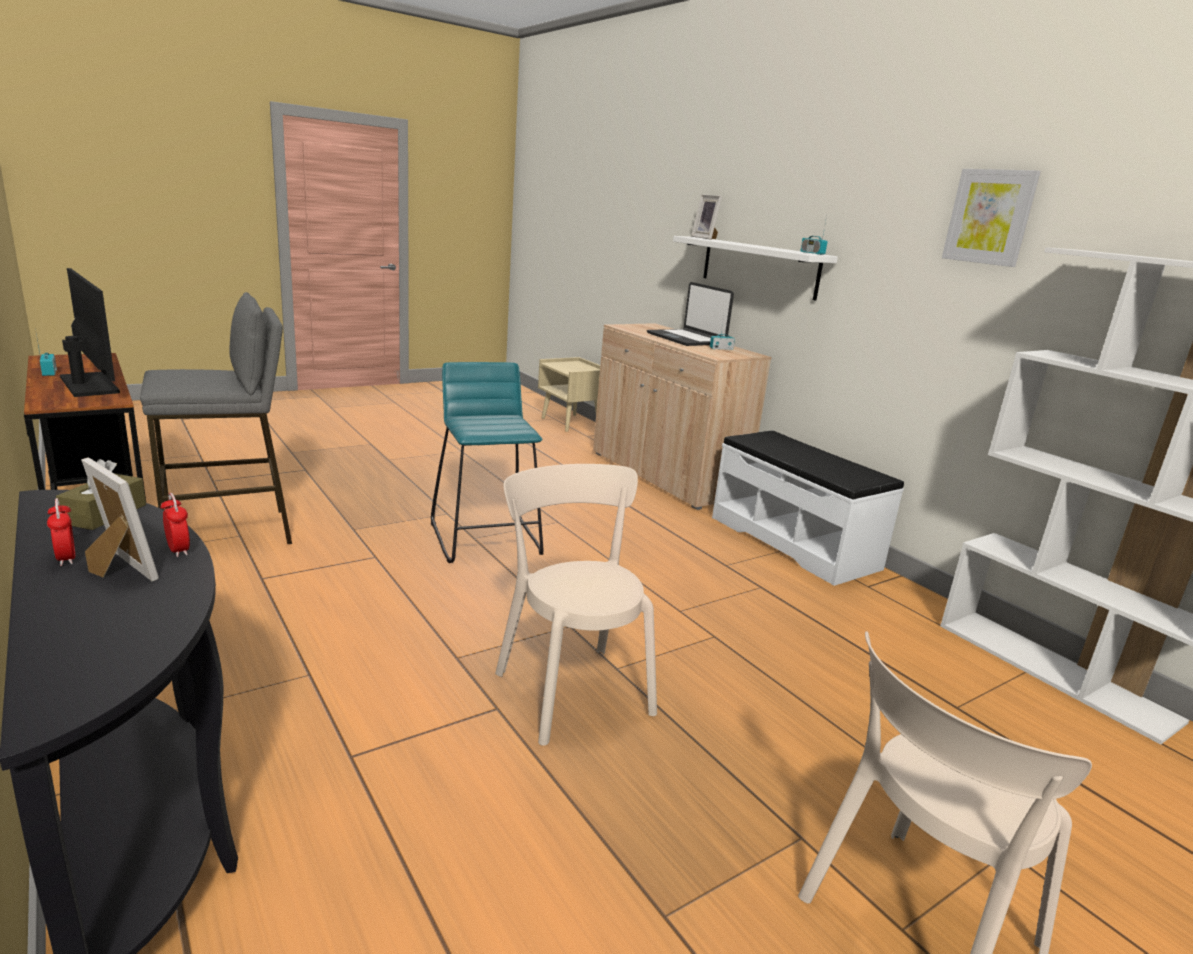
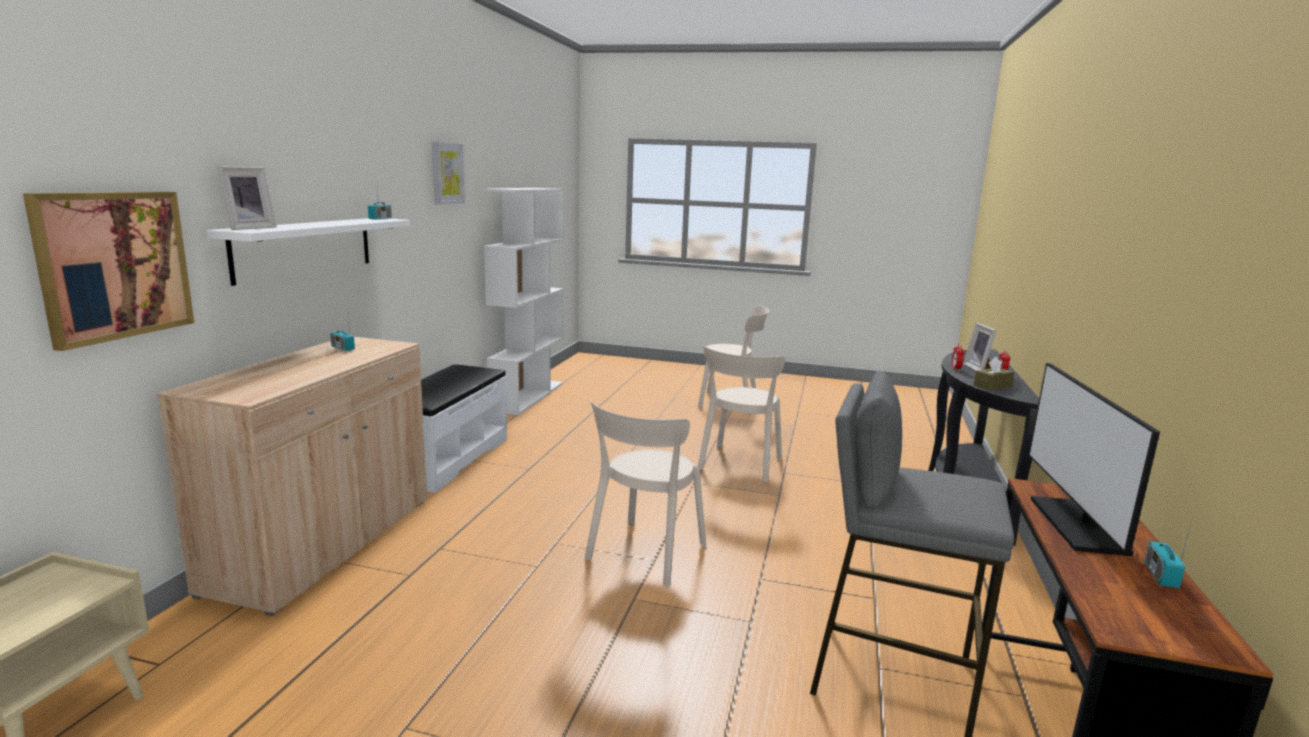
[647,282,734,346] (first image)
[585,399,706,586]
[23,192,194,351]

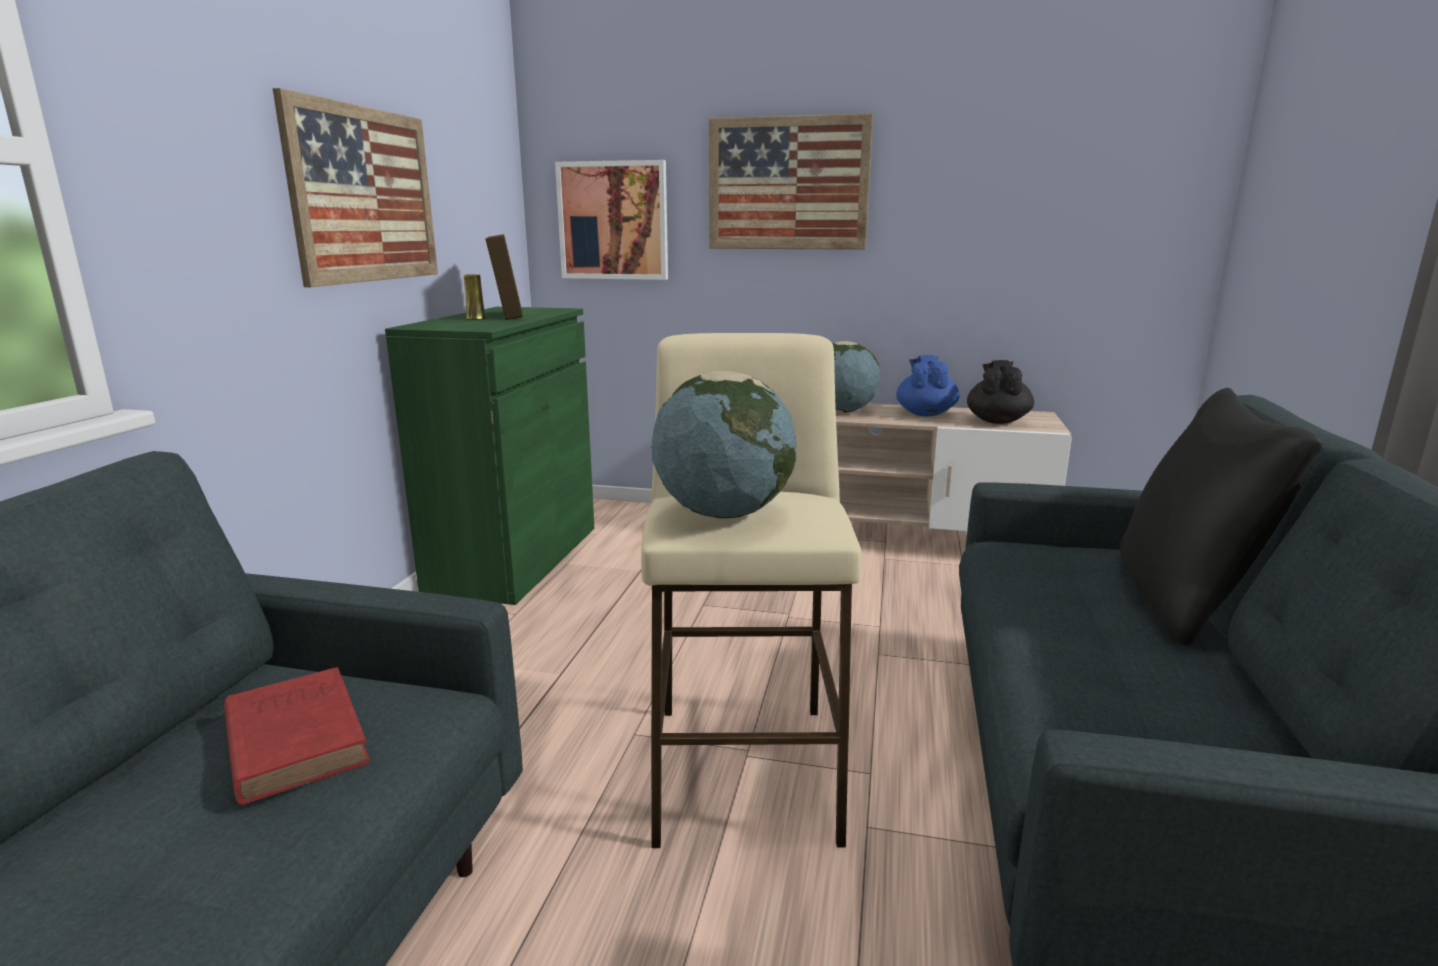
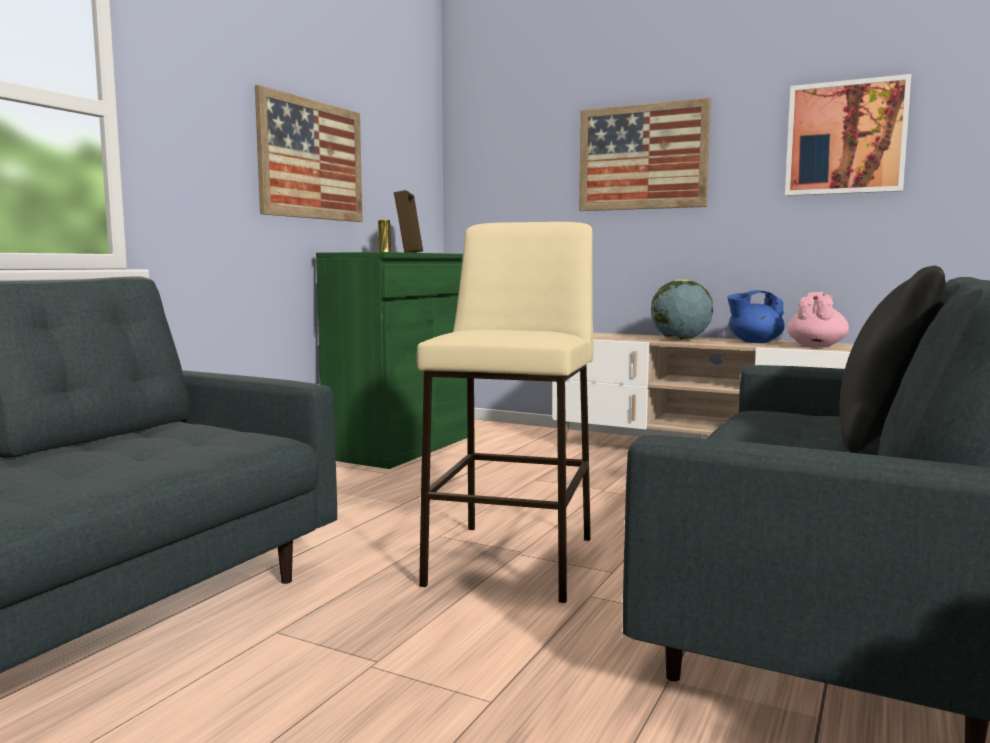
[785,74,911,196]
[727,290,785,343]
[788,292,849,348]
[651,371,797,519] (first image)
[224,667,370,805] (first image)

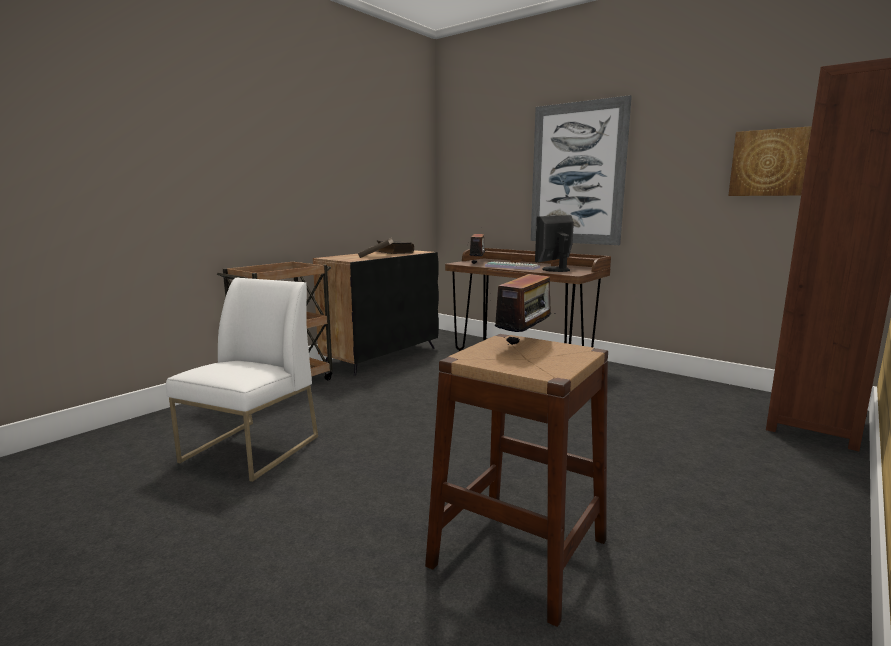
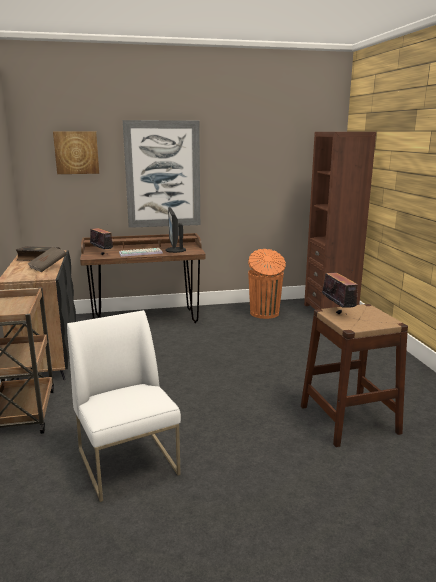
[53,132,99,174]
[248,249,286,319]

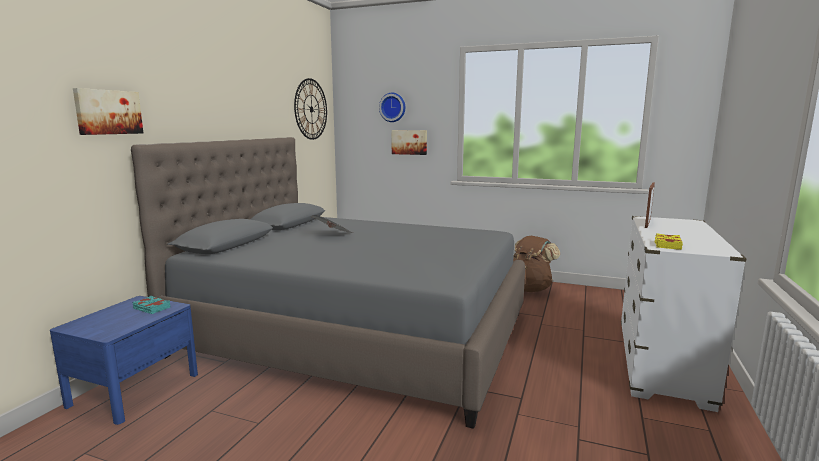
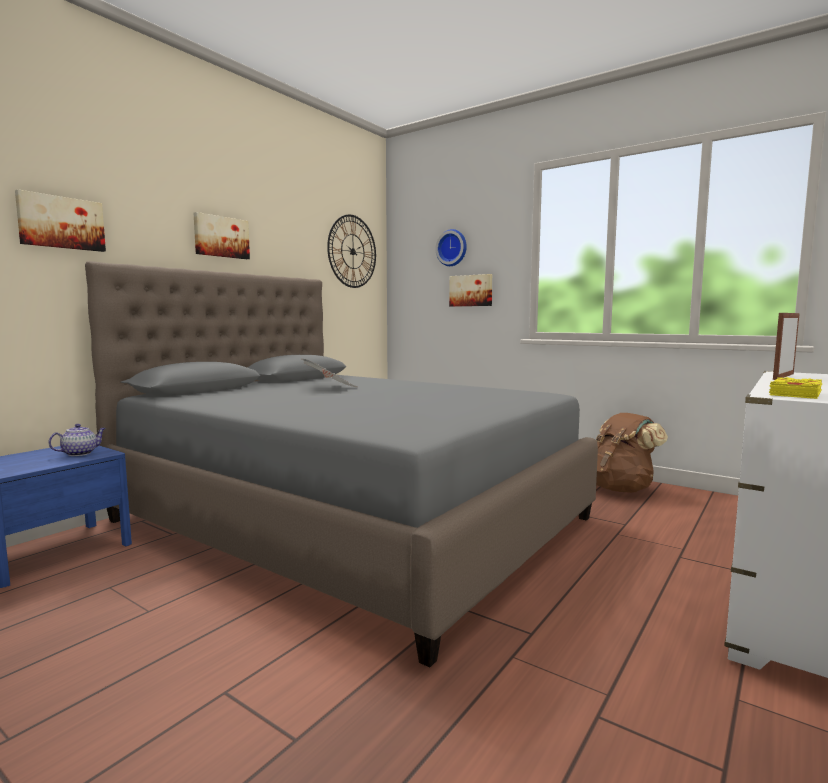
[48,424,106,456]
[194,212,250,259]

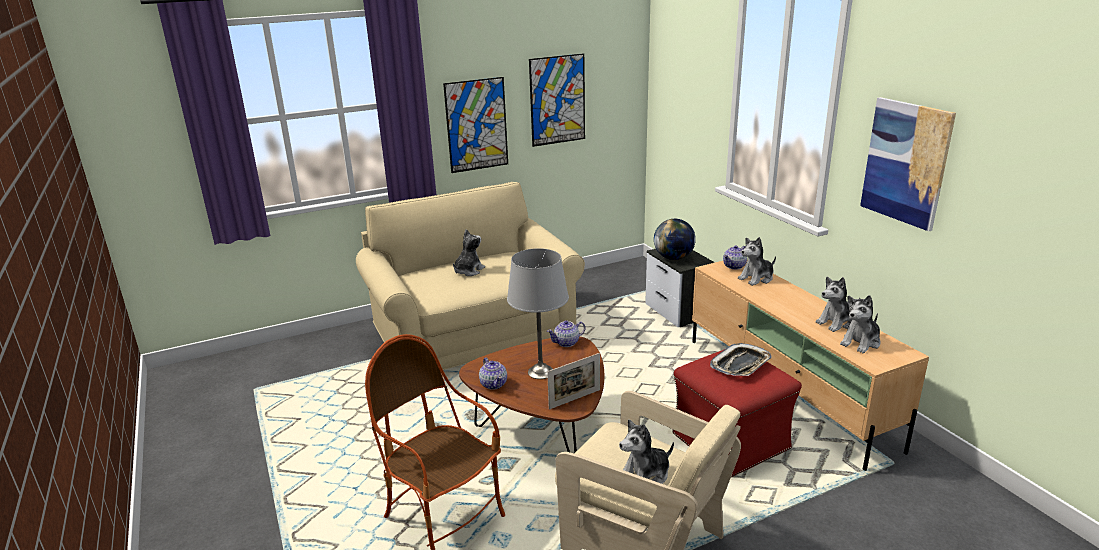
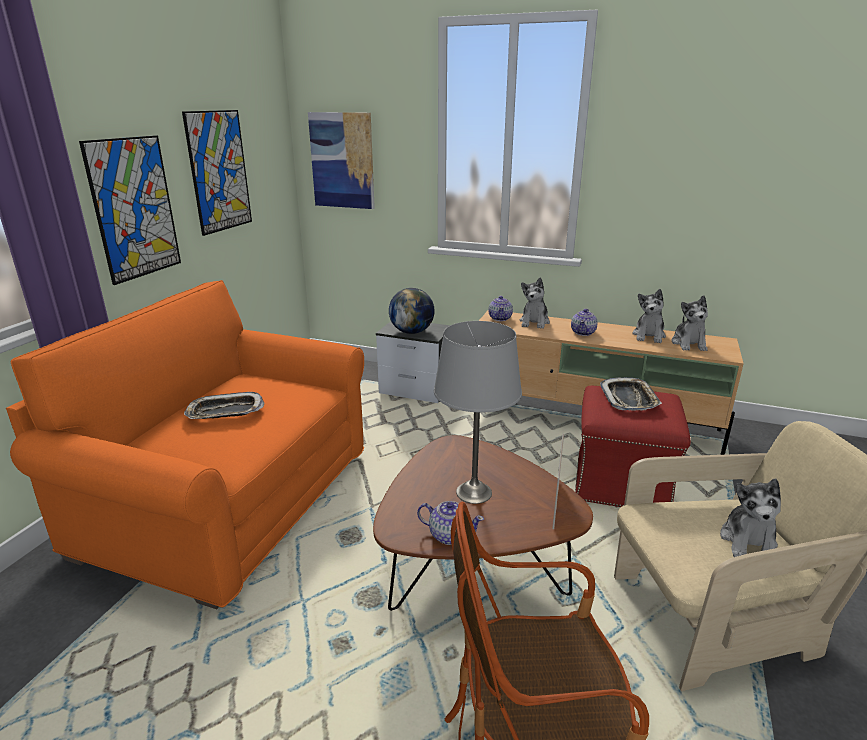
[308,112,375,209]
[6,280,364,609]
[184,392,265,419]
[571,309,597,336]

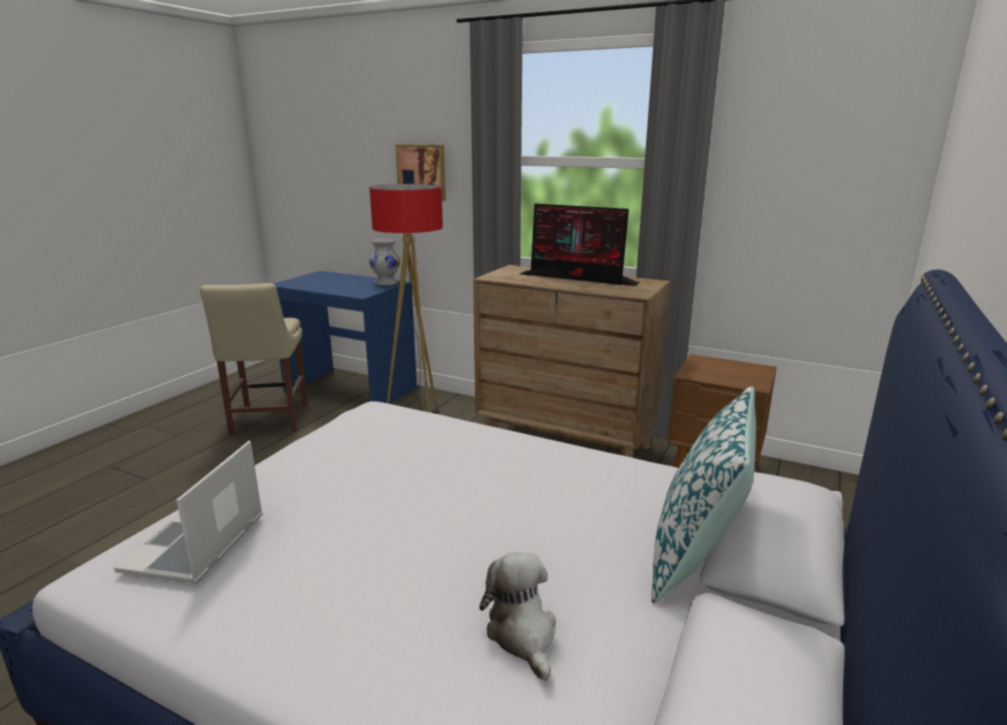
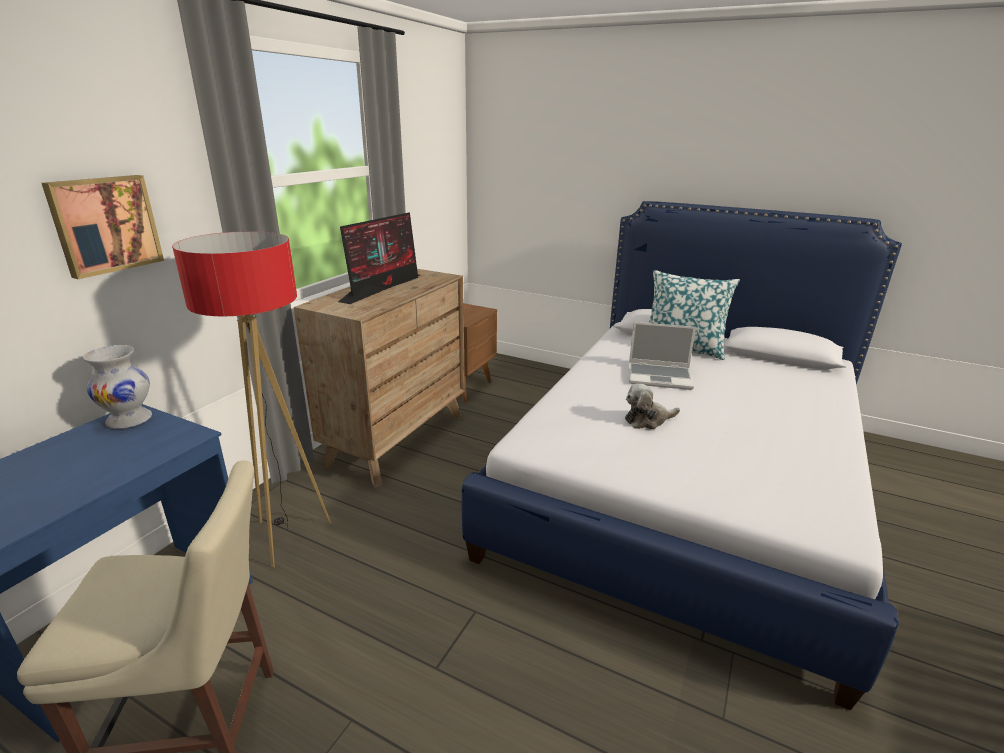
[629,322,696,390]
[625,384,680,429]

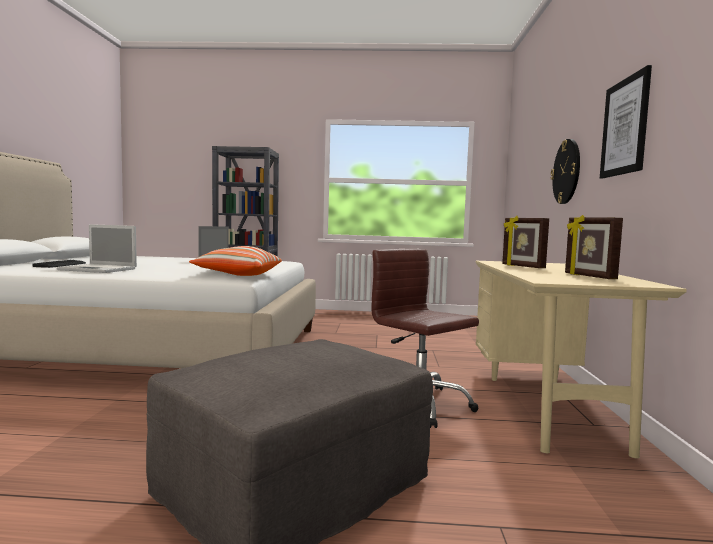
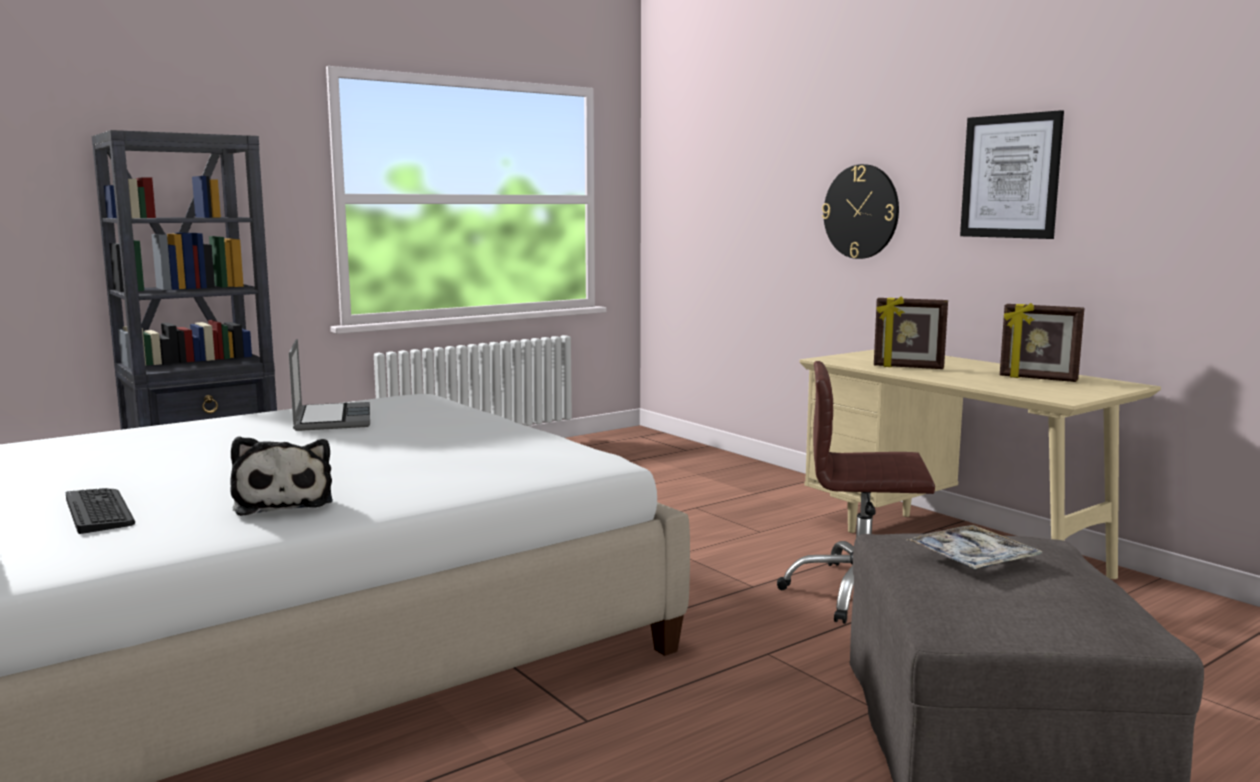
[230,436,333,516]
[189,246,282,276] (first image)
[907,525,1043,569]

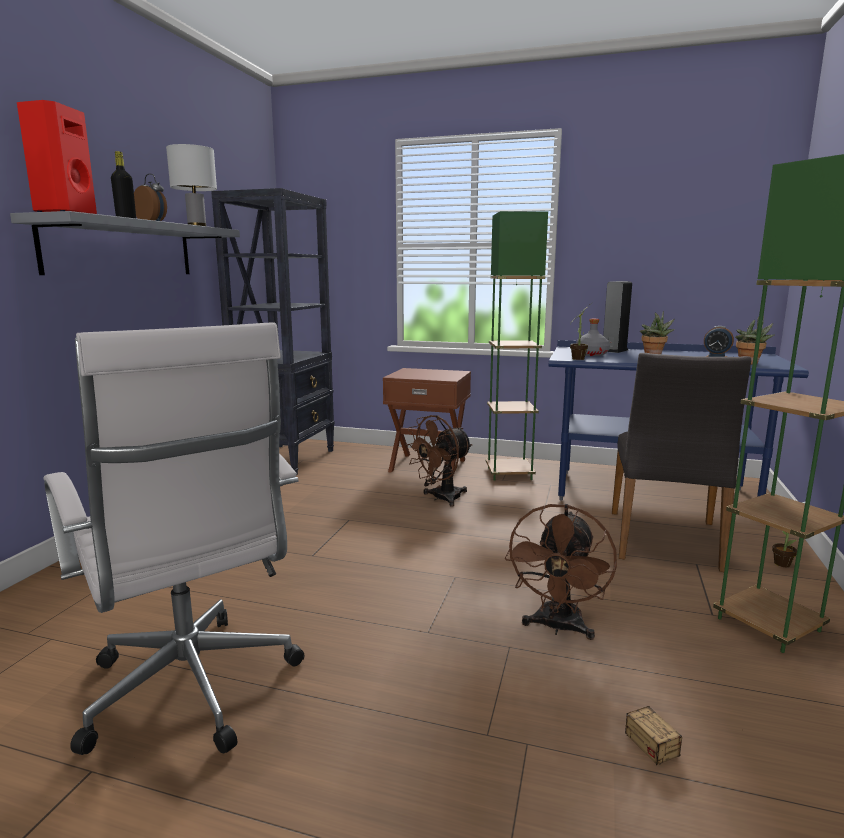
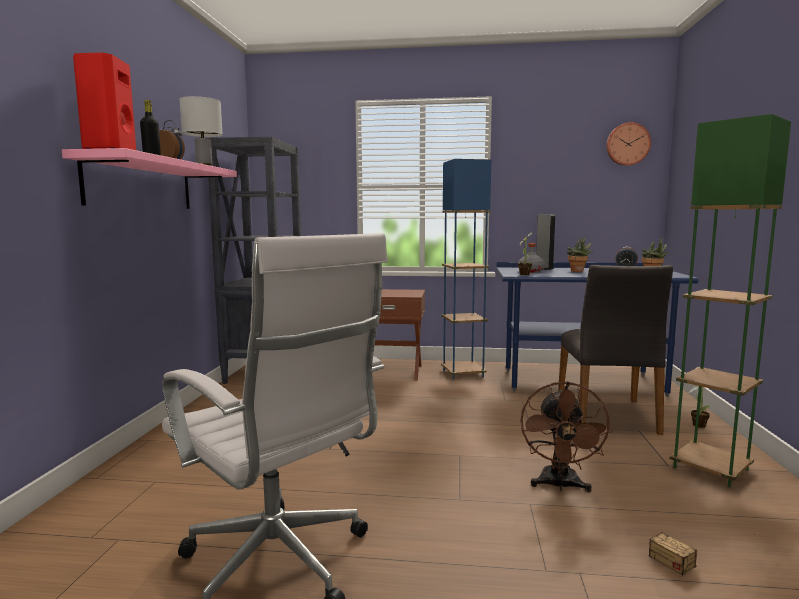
[62,148,237,209]
[441,159,491,380]
[405,415,473,507] (first image)
[606,122,651,166]

